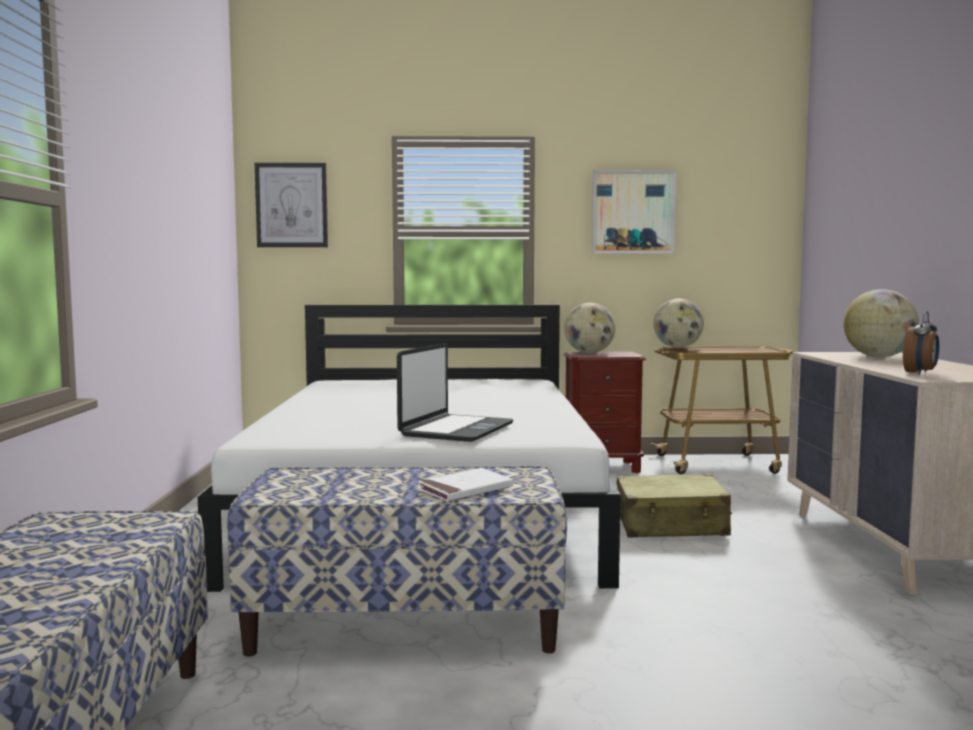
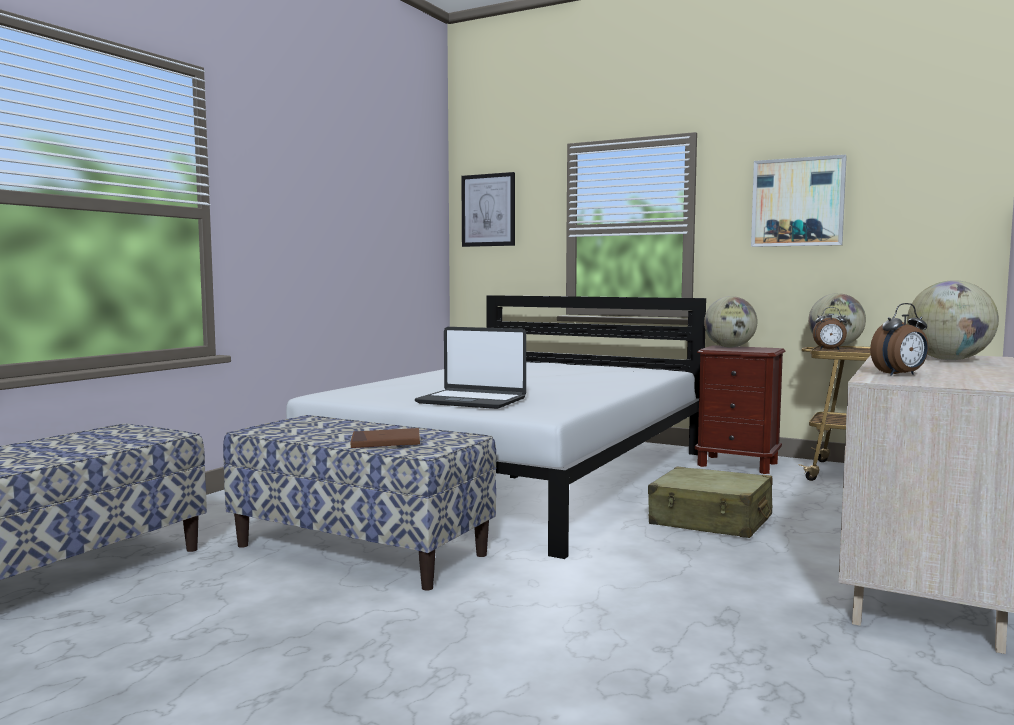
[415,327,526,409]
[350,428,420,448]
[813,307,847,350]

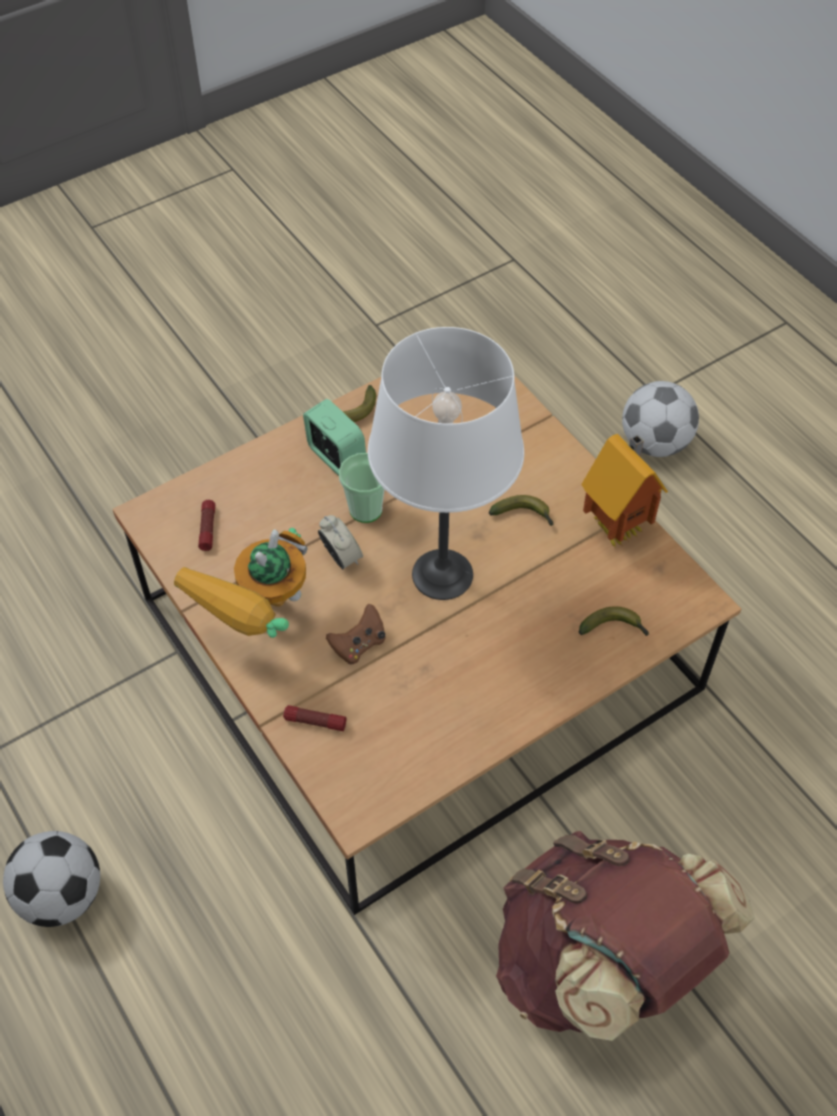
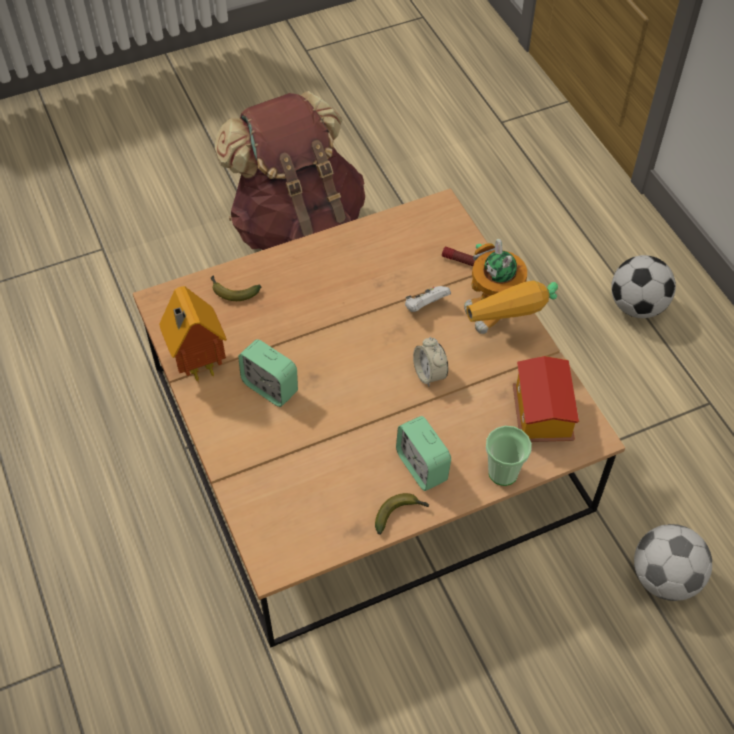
[368,327,524,600] (first image)
[634,524,712,601]
[486,426,532,486]
[238,339,298,407]
[513,356,579,442]
[464,239,558,334]
[405,286,451,312]

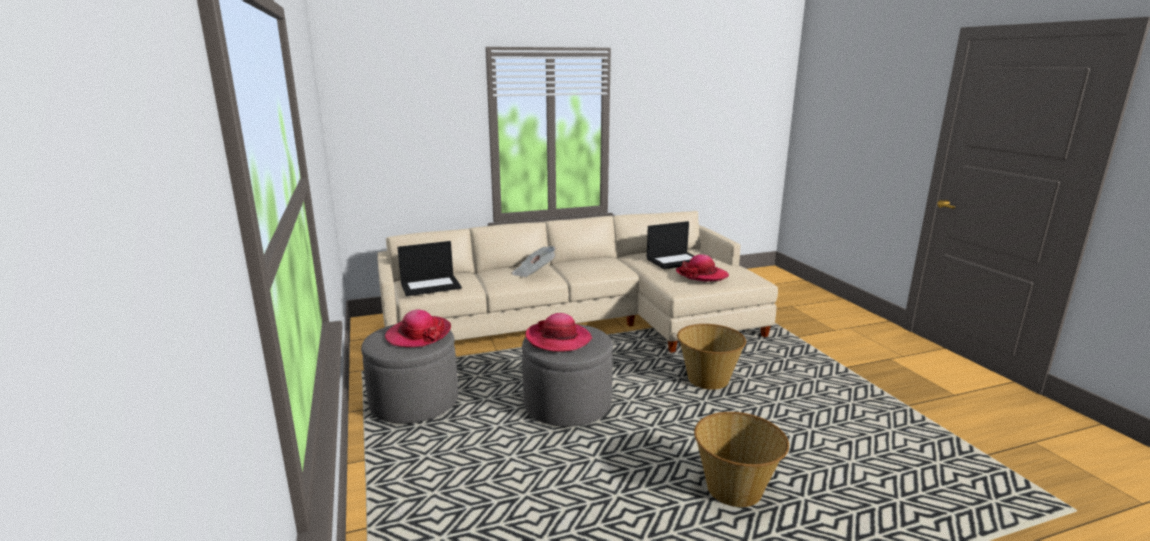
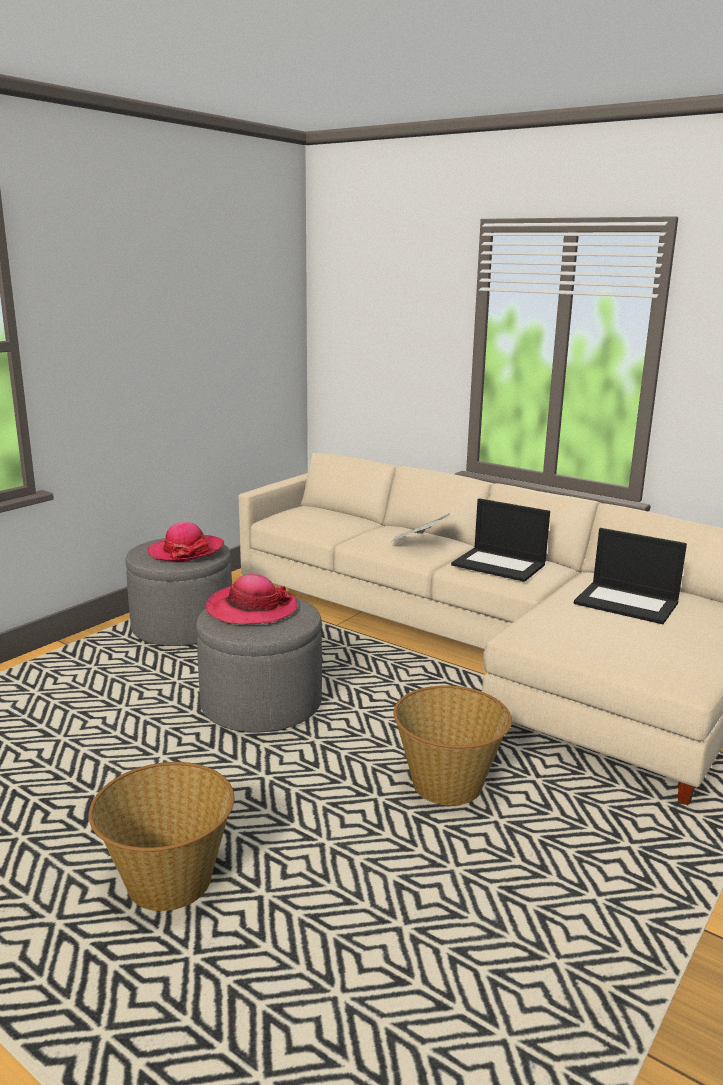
[451,498,550,582]
[676,254,729,282] (first image)

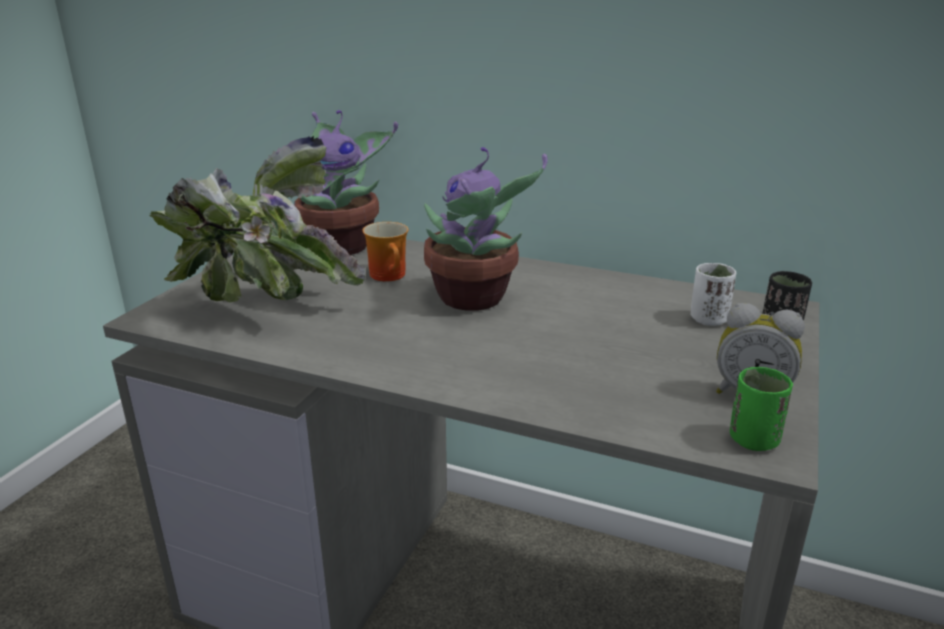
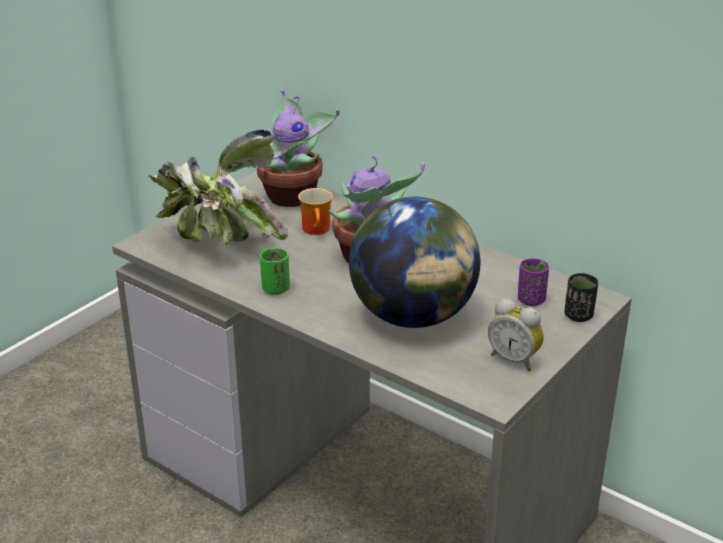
[518,258,549,306]
[260,248,290,295]
[349,197,480,328]

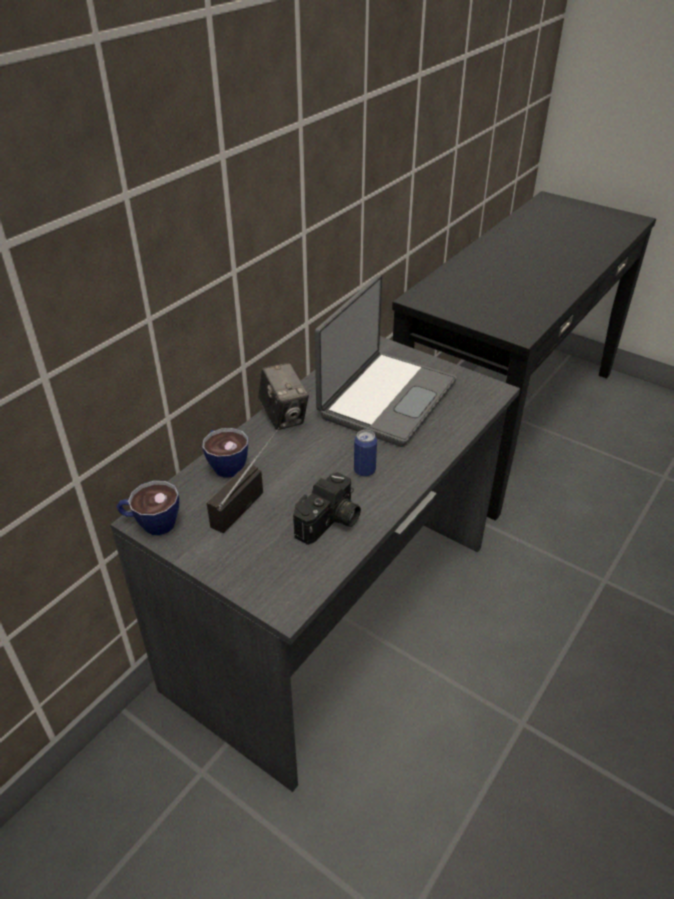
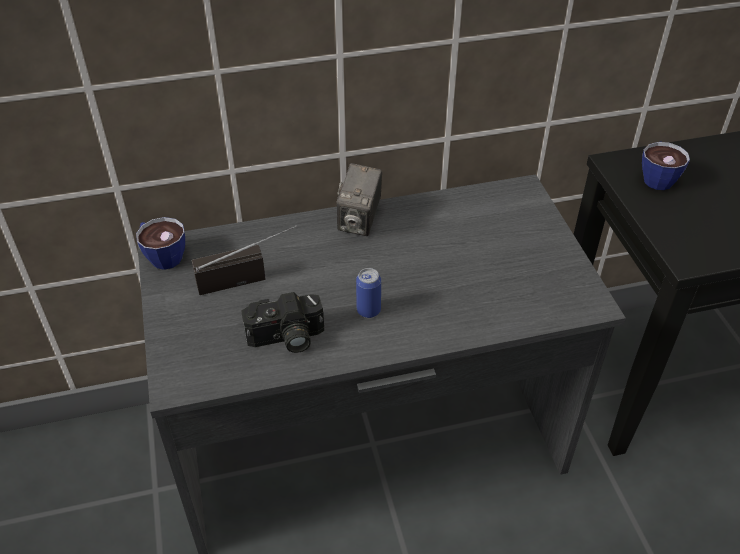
[315,275,456,447] (first image)
[642,142,690,190]

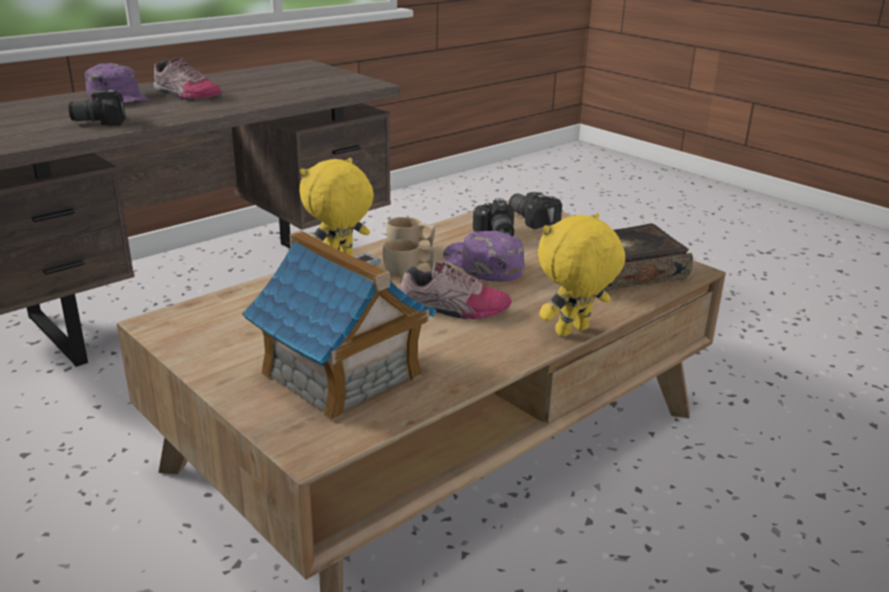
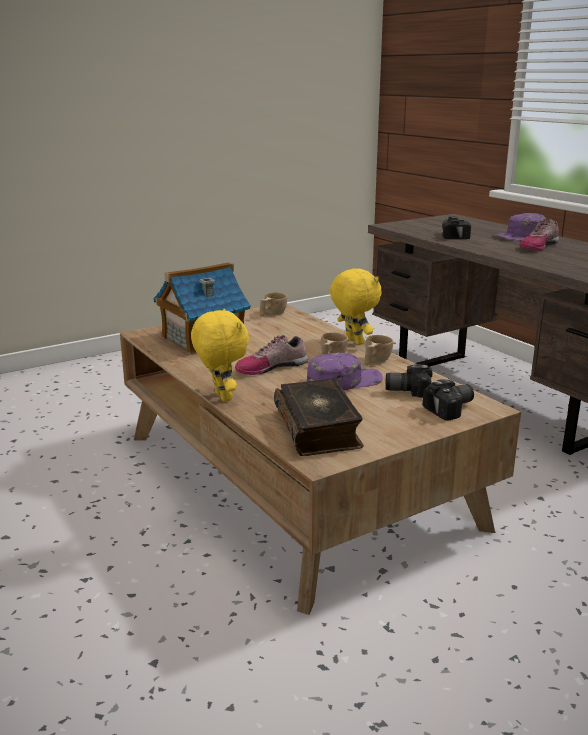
[235,335,308,375]
[259,292,287,316]

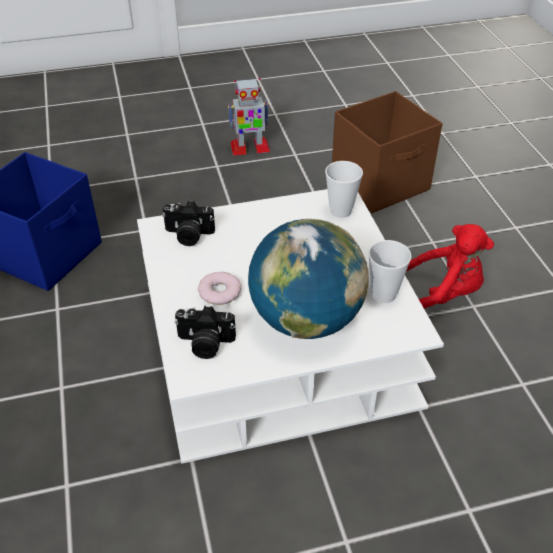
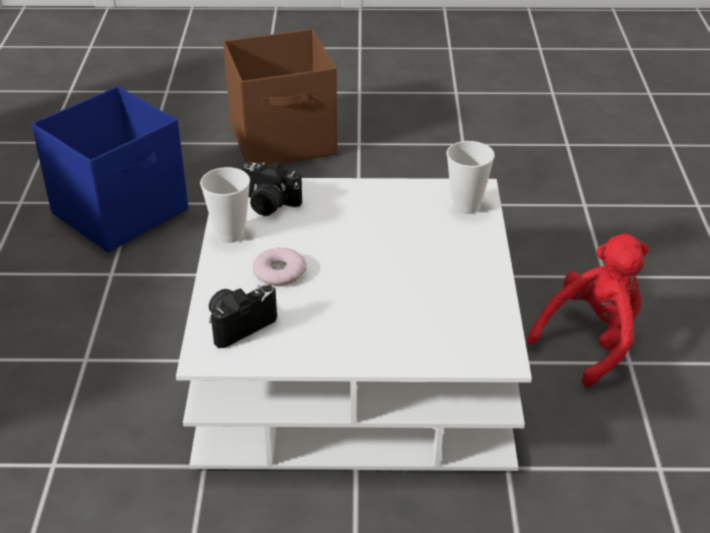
[228,78,270,156] (first image)
[223,29,338,166]
[248,219,369,339] (first image)
[527,234,649,387]
[200,167,250,243]
[209,284,277,348]

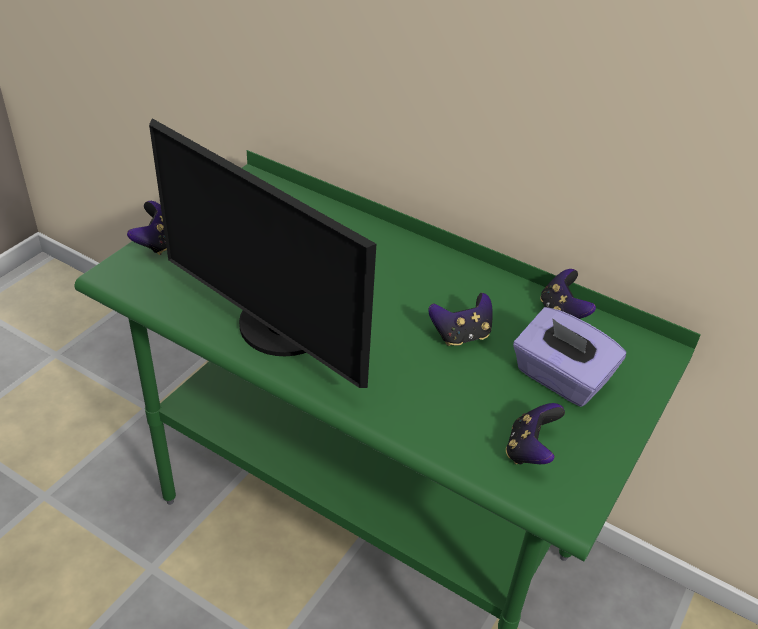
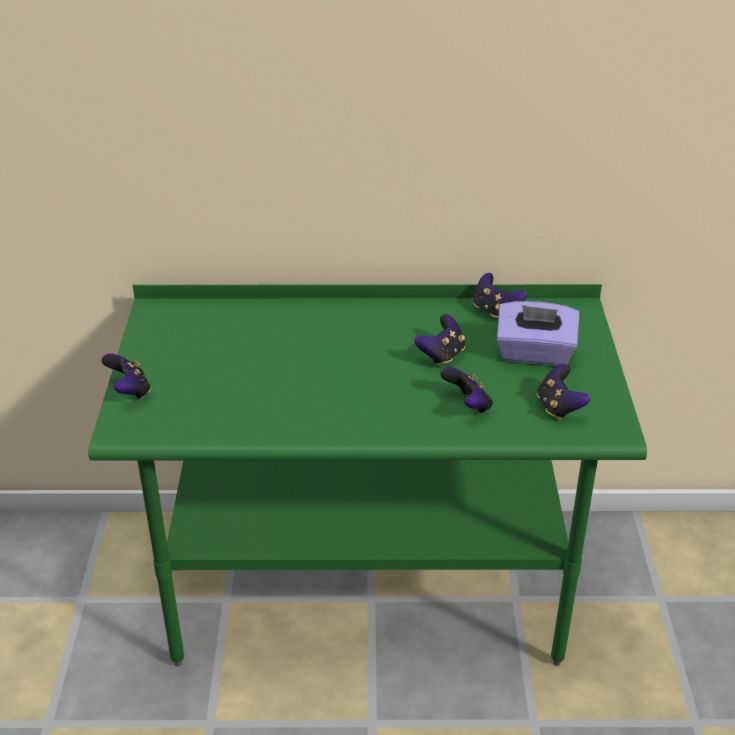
[149,118,376,388] (first image)
[440,367,493,413]

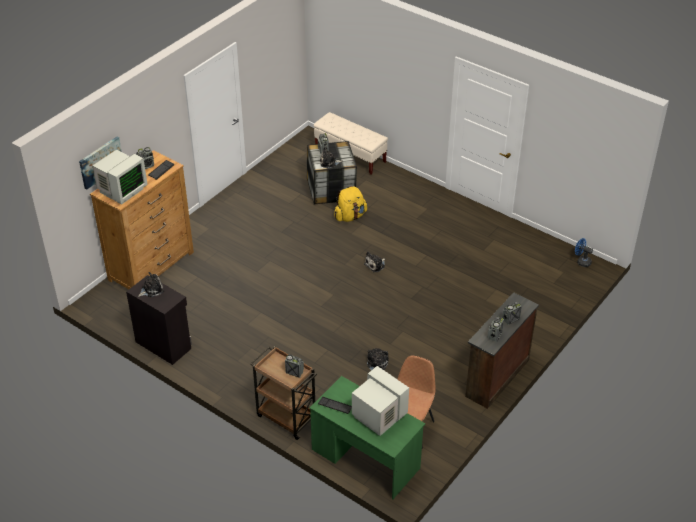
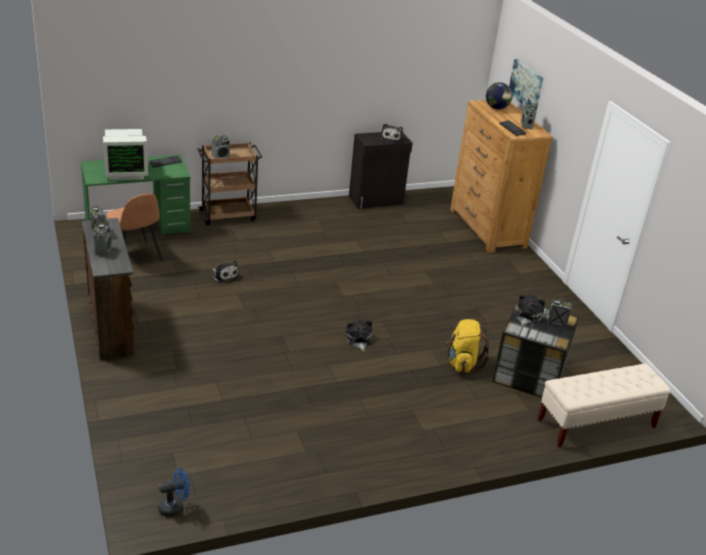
[486,82,513,109]

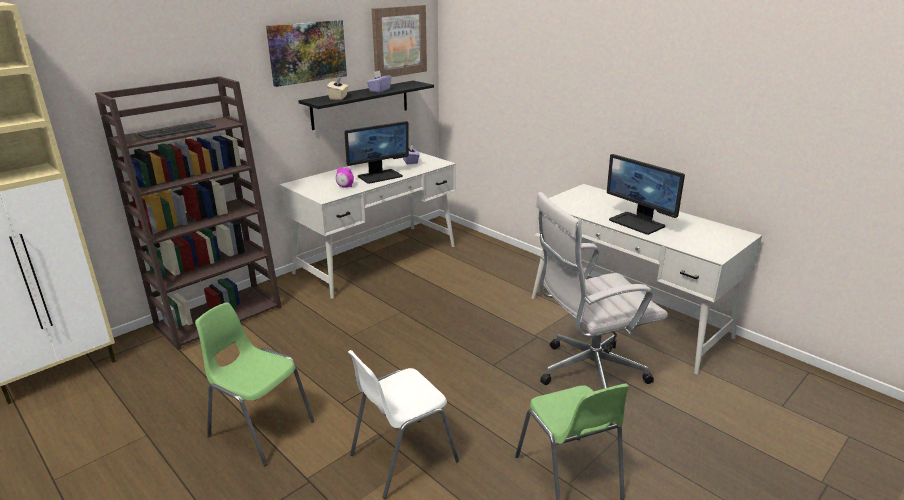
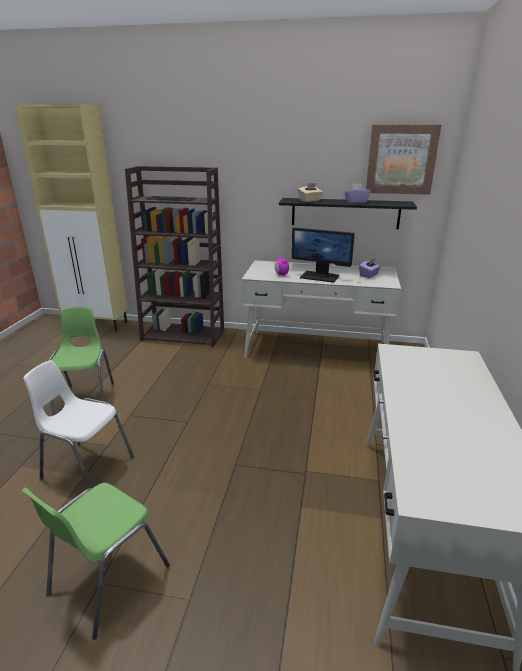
[266,20,347,87] (first image)
[607,154,685,235] (first image)
[535,192,668,389] (first image)

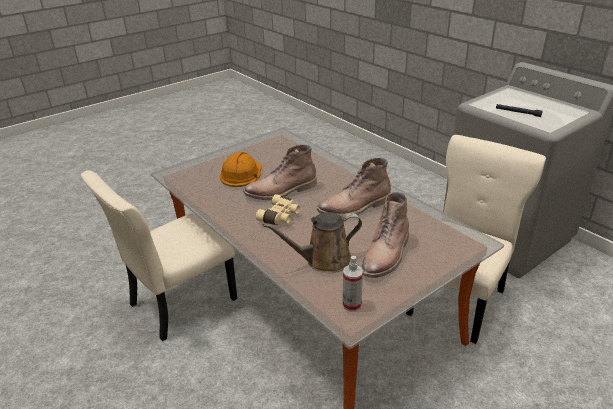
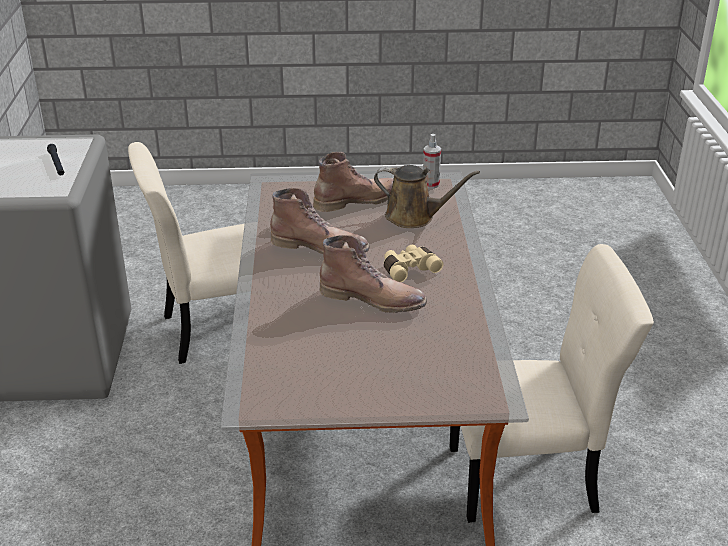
[220,152,262,187] (first image)

